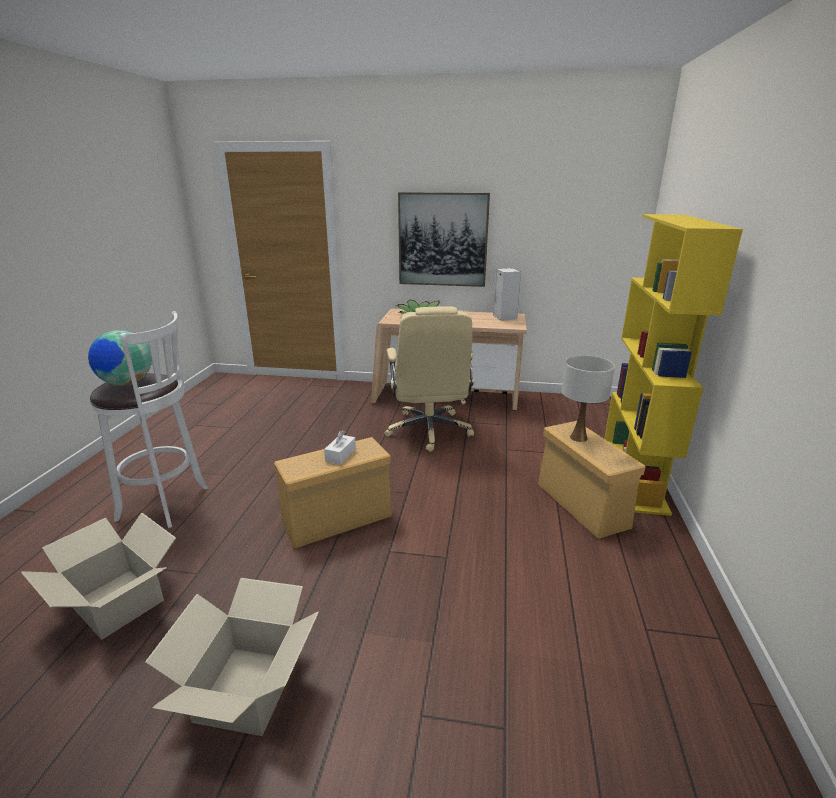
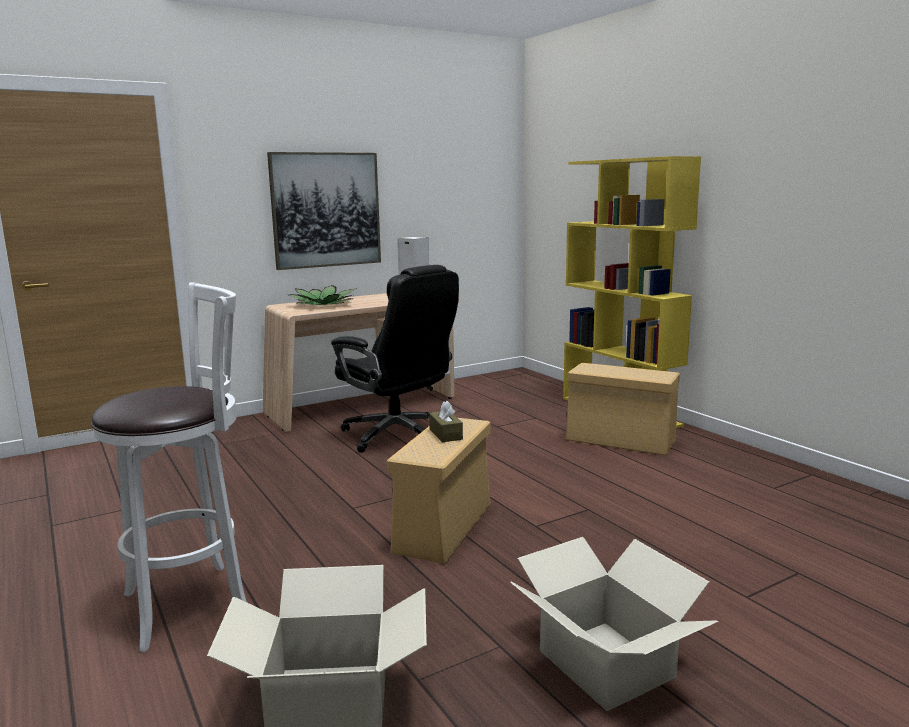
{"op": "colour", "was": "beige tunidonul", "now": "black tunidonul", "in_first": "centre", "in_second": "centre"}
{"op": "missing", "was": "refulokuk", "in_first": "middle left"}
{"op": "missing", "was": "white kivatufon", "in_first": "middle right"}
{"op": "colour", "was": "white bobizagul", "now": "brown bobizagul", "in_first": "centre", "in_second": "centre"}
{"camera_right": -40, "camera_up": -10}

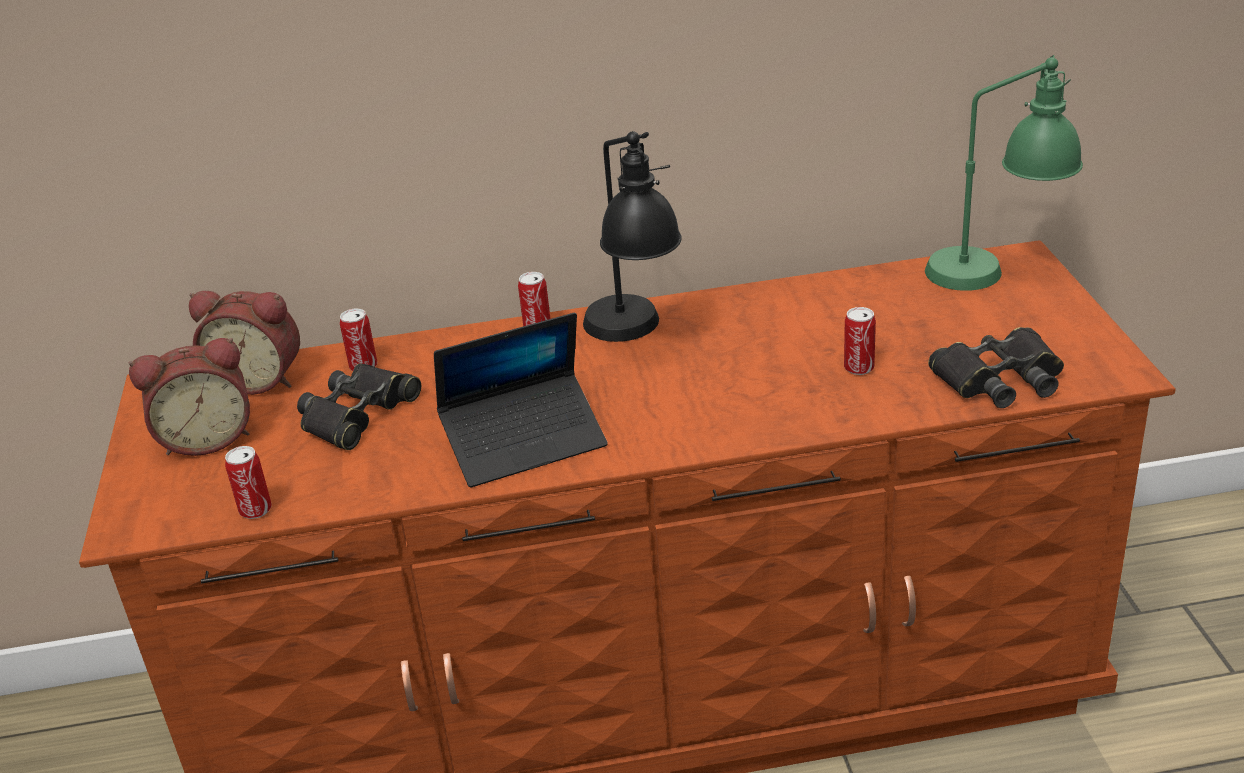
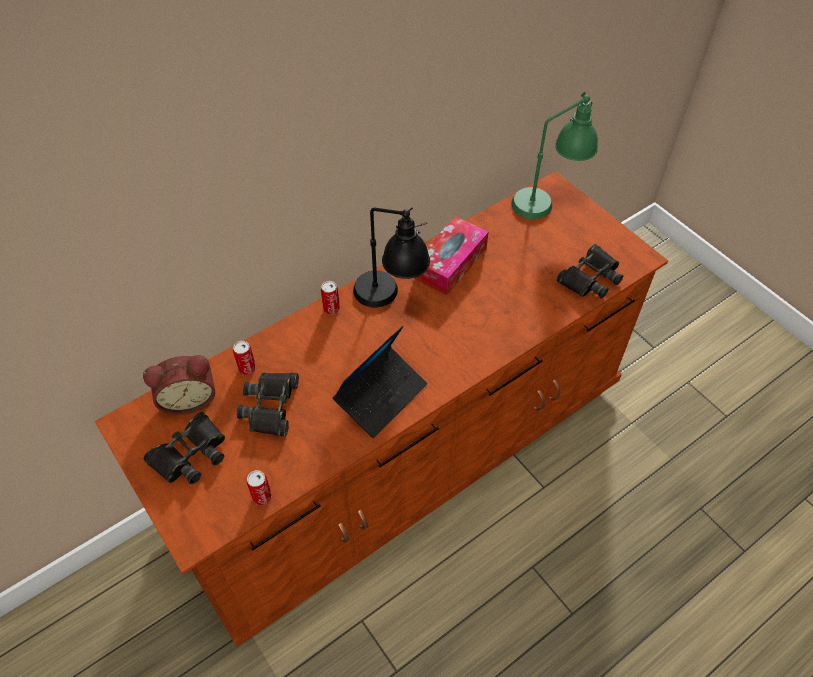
{"op": "missing", "was": "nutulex (no. 4 from left)", "in_first": "middle right"}
{"op": "exchanged", "was": "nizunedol (no. 1 from left)", "now": "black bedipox (no. 1 from left)", "in_first": "middle left", "in_second": "middle left"}
{"op": "appeared", "now": "bobizagul", "in_second": "centre"}
{"camera_right": -30, "camera_up": 20}

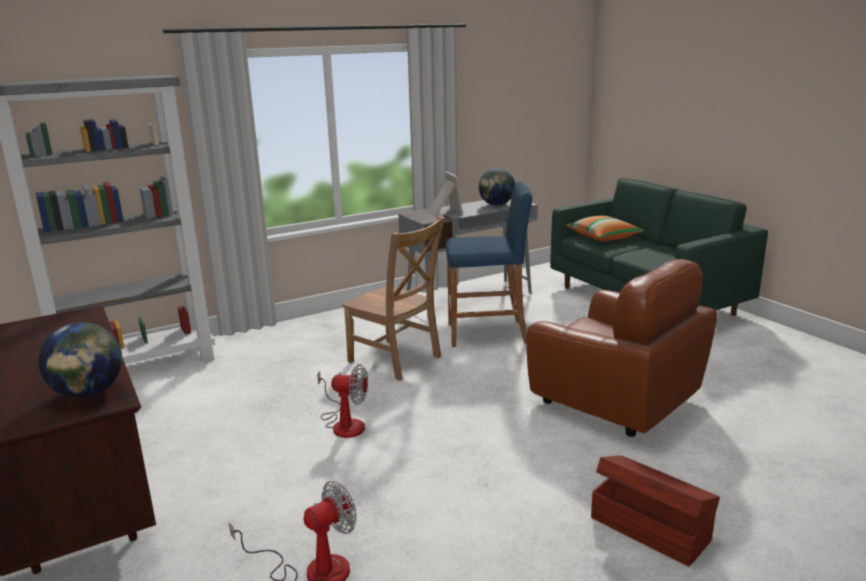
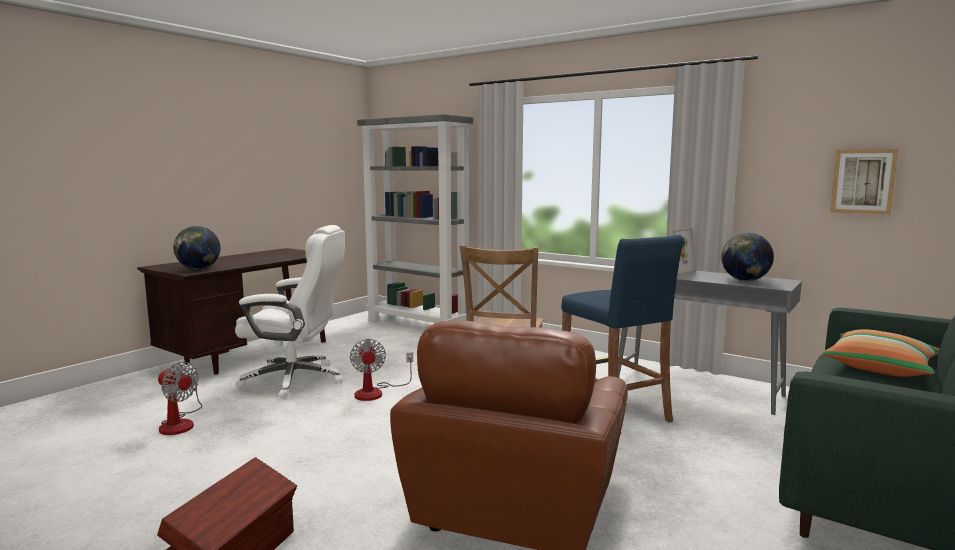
{"op": "appeared", "now": "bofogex", "in_second": "top right"}
{"op": "appeared", "now": "white tunidonul", "in_second": "middle left"}
{"camera_right": 65, "camera_up": -10}

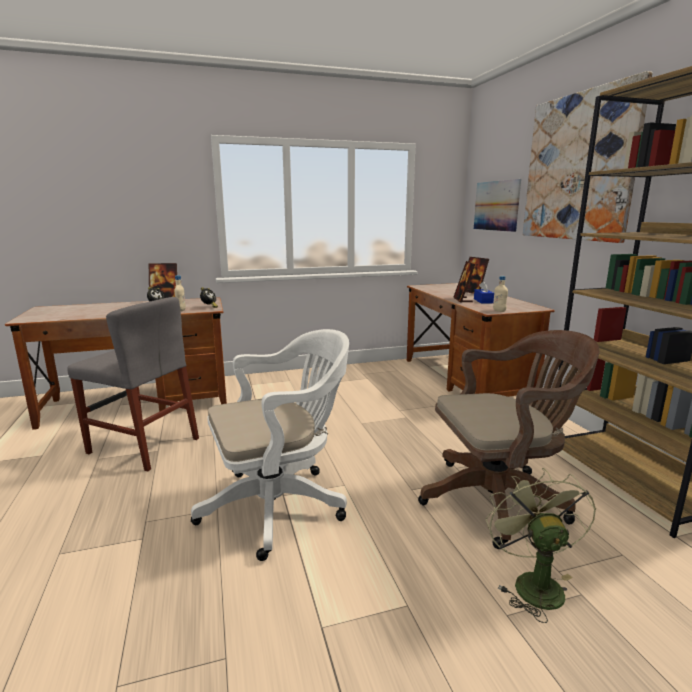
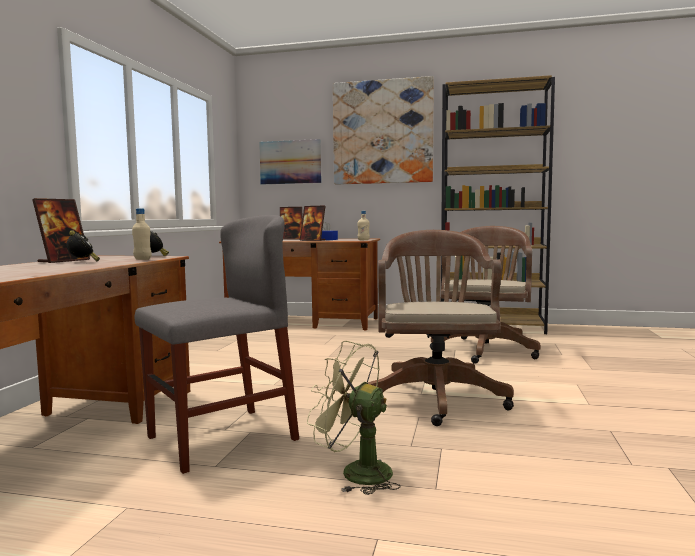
{"op": "colour", "was": "white tunidonul", "now": "brown tunidonul (no. 1 from left)", "in_first": "centre", "in_second": "centre"}
{"op": "relocated", "was": "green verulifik", "in_first": "bottom right", "in_second": "bottom centre"}
{"camera_right": -60, "camera_up": -10}

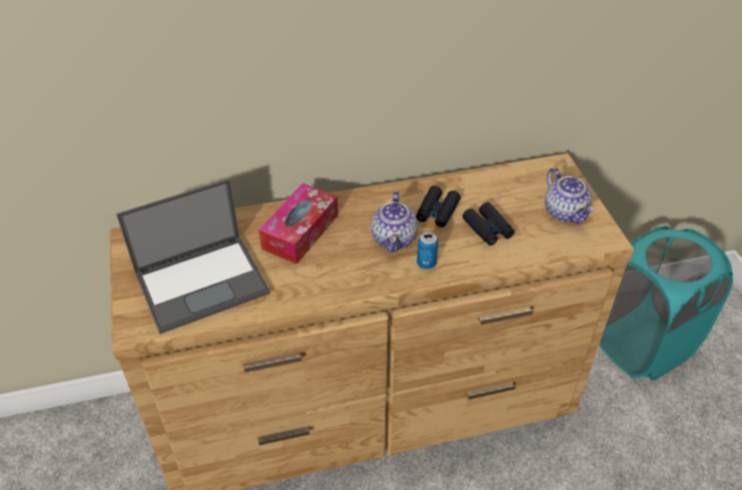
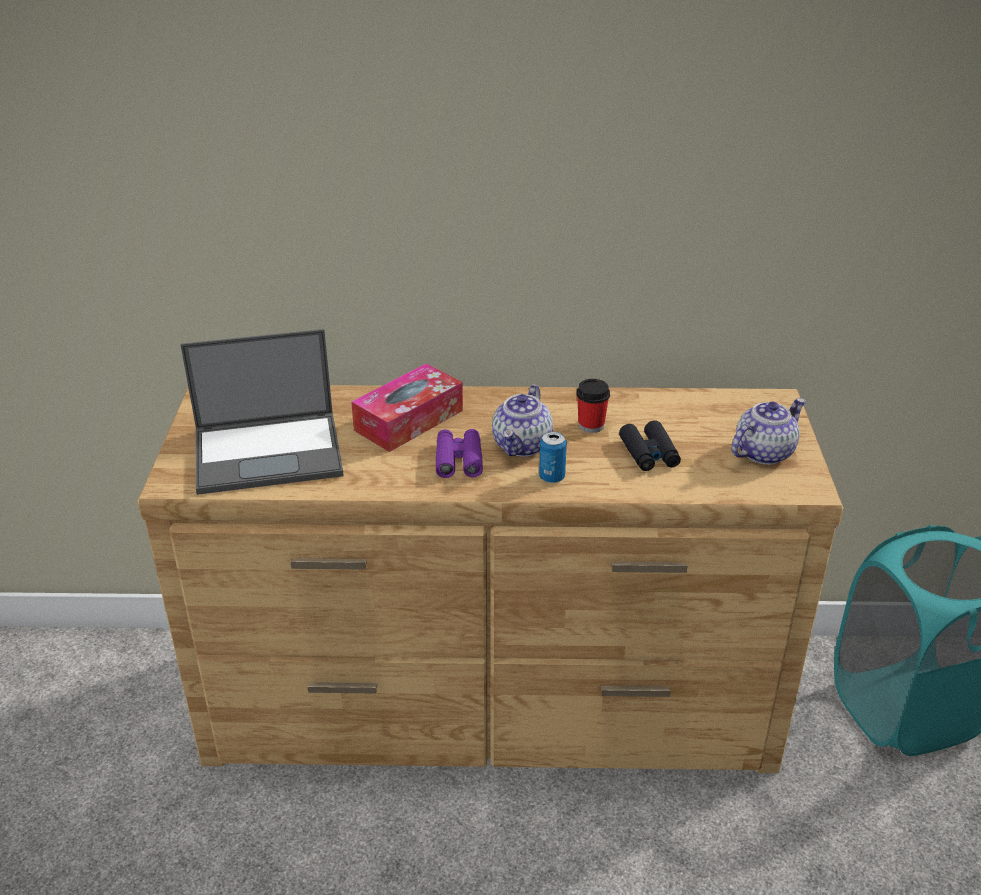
{"op": "spun", "was": "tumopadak (no. 2 from left)", "in_first": "middle right", "in_second": "middle right", "clockwise": -120}
{"op": "exchanged", "was": "black bedipox (no. 1 from left)", "now": "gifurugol", "in_first": "centre", "in_second": "centre"}
{"op": "appeared", "now": "purple bedipox", "in_second": "centre"}
{"camera_right": 15, "camera_up": -10}

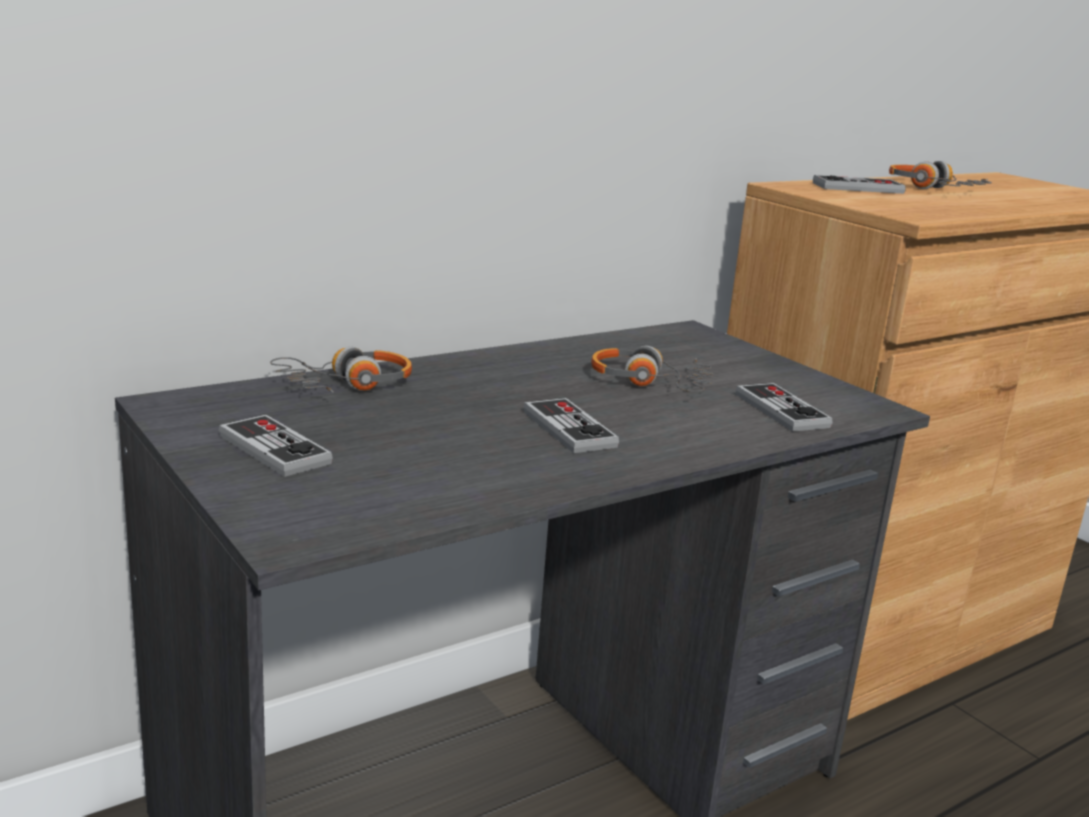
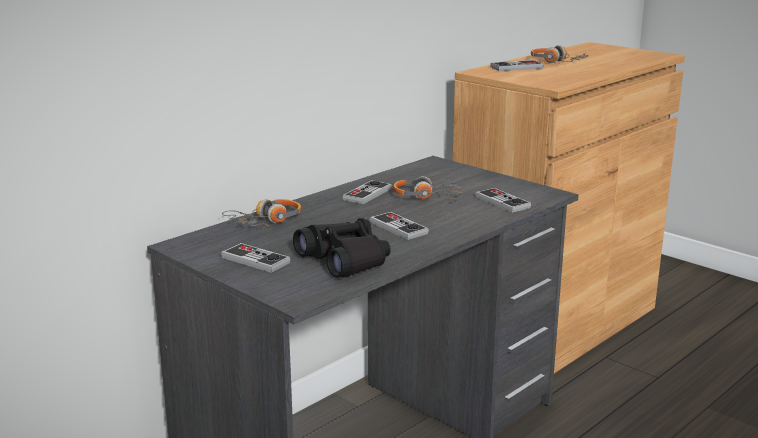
{"op": "appeared", "now": "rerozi (no. 2 from left)", "in_second": "centre"}
{"op": "appeared", "now": "black bedipox", "in_second": "centre"}
{"camera_right": -10, "camera_up": 0}

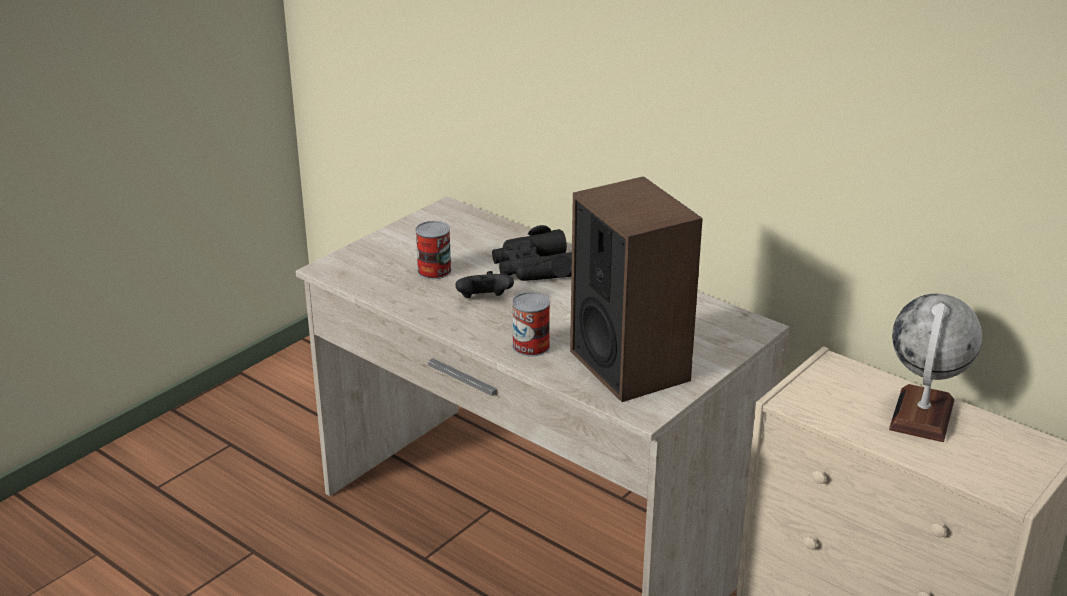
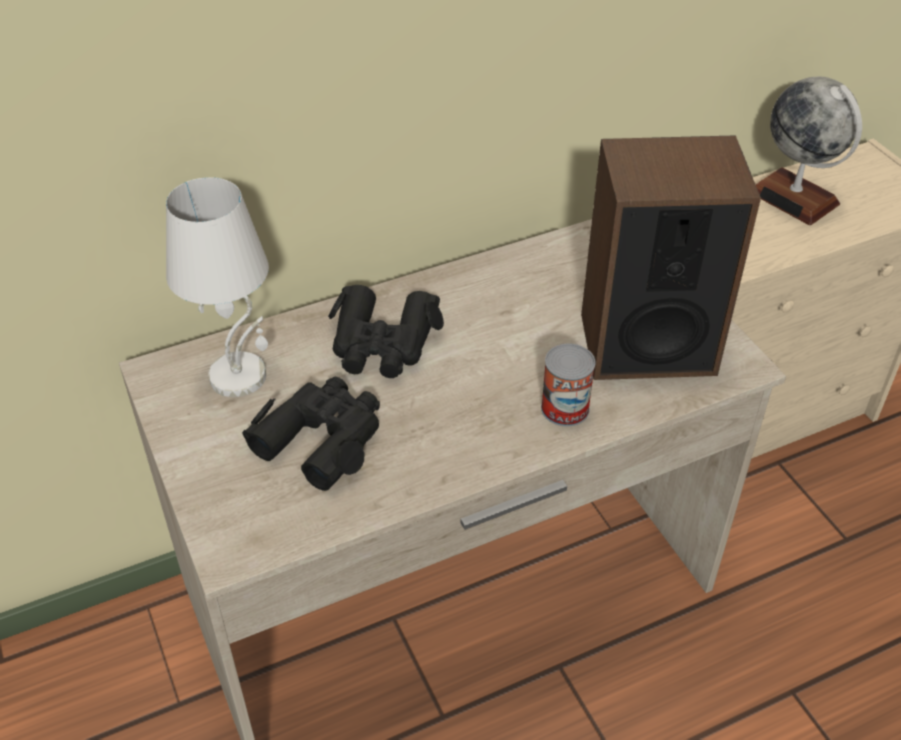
{"op": "exchanged", "was": "nutulex (no. 1 from left)", "now": "black bedipox (no. 1 from left)", "in_first": "centre", "in_second": "centre"}
{"op": "missing", "was": "black rerozi", "in_first": "centre"}
{"op": "appeared", "now": "white kivatufon", "in_second": "middle left"}
{"camera_right": -65, "camera_up": 15}

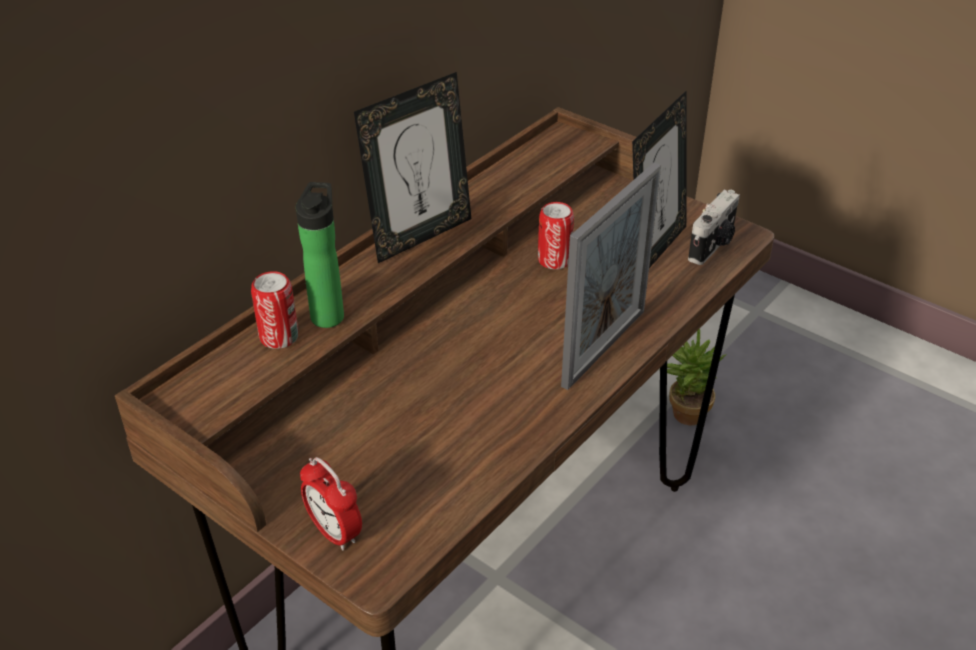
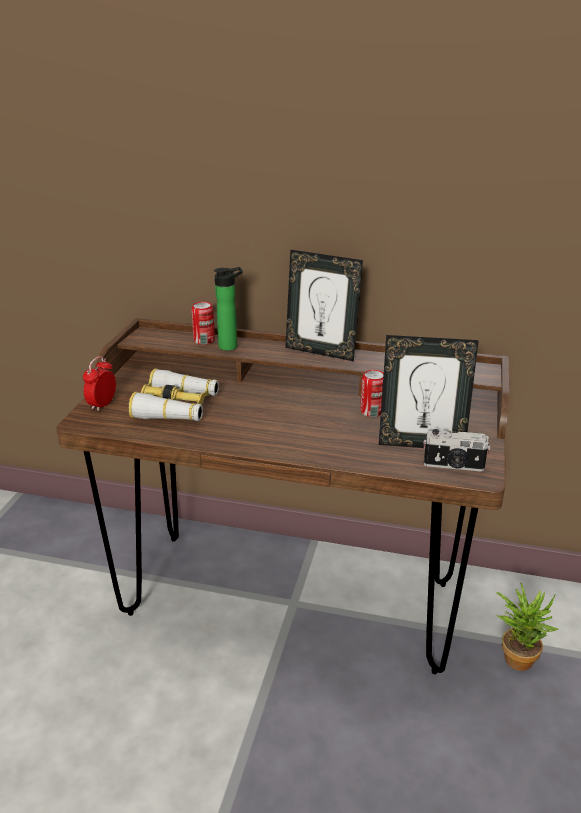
{"op": "missing", "was": "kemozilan (no. 2 from left)", "in_first": "centre"}
{"op": "appeared", "now": "bedipox", "in_second": "middle left"}
{"camera_right": 65, "camera_up": -10}

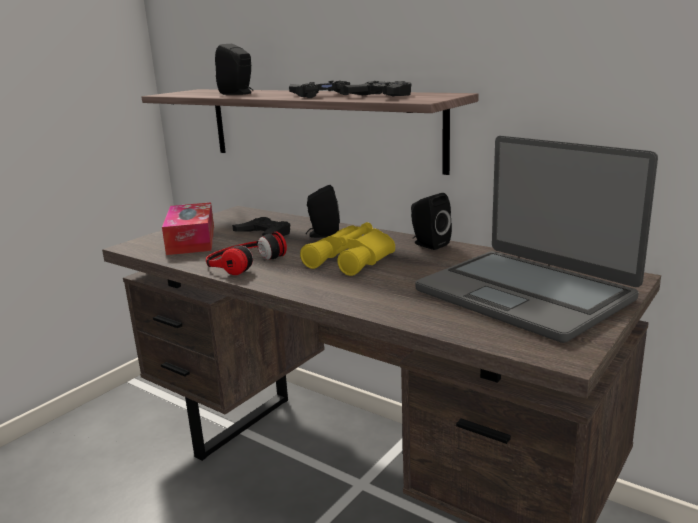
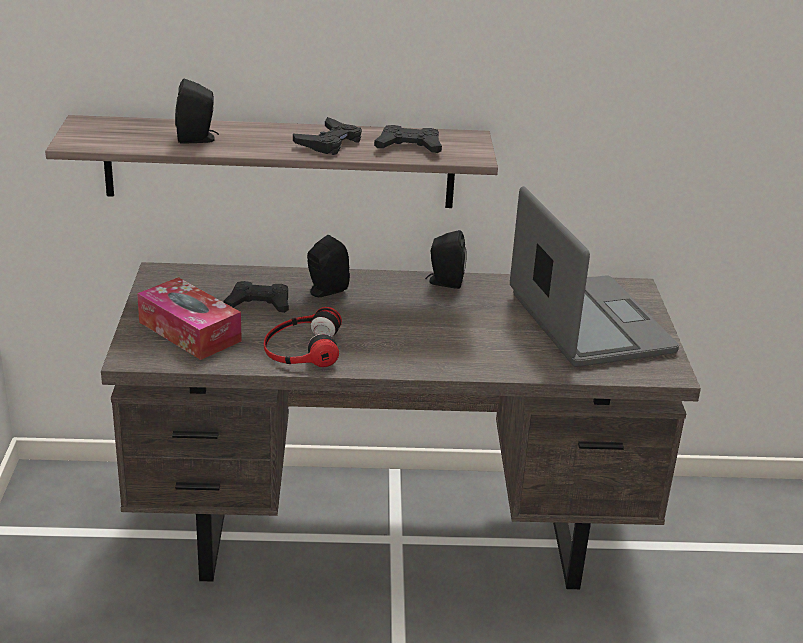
{"op": "spun", "was": "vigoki", "in_first": "middle right", "in_second": "middle right", "clockwise": -120}
{"op": "missing", "was": "yellow bedipox", "in_first": "centre"}
{"camera_right": -40, "camera_up": 10}

